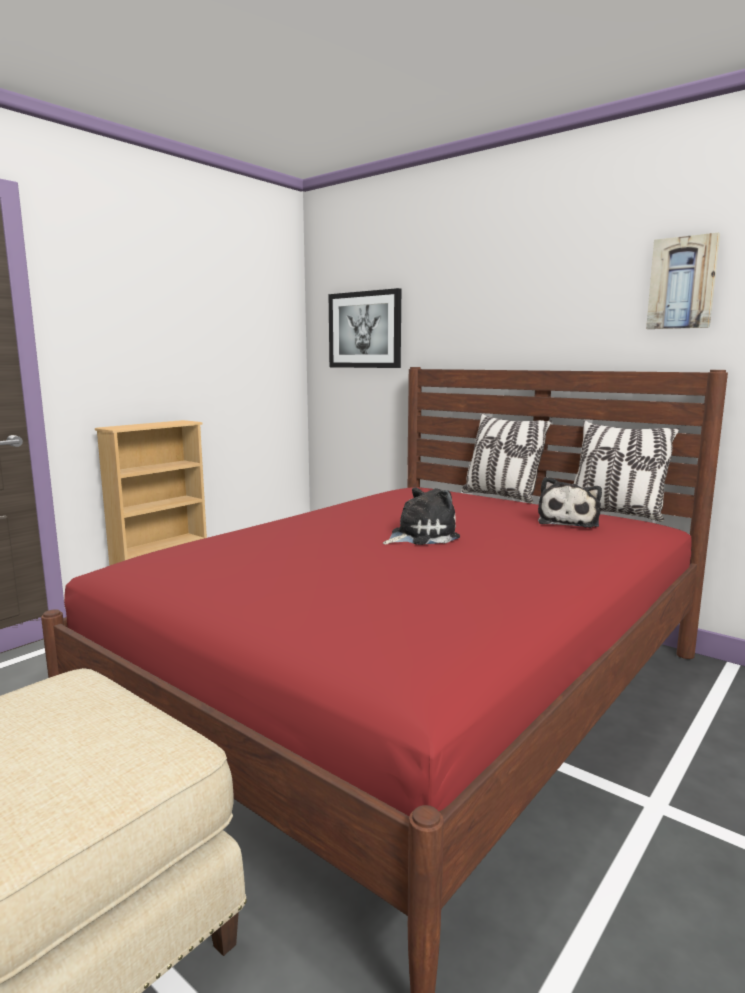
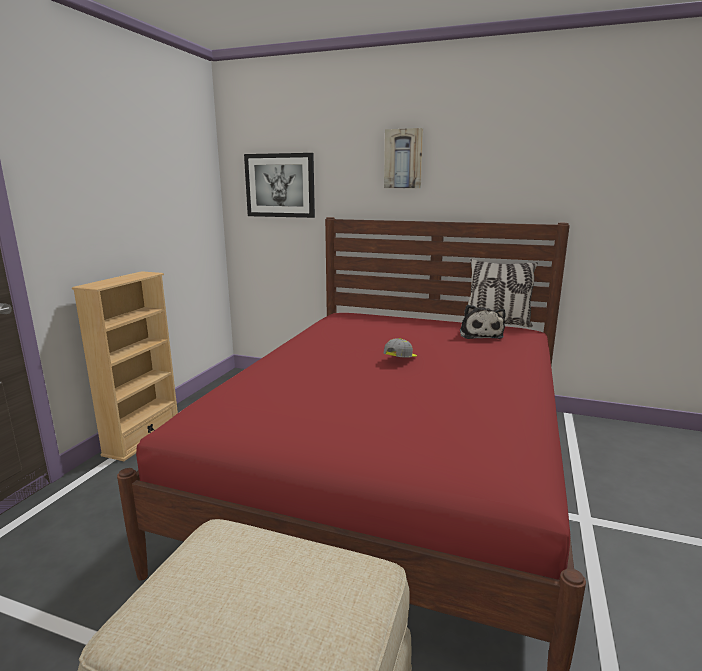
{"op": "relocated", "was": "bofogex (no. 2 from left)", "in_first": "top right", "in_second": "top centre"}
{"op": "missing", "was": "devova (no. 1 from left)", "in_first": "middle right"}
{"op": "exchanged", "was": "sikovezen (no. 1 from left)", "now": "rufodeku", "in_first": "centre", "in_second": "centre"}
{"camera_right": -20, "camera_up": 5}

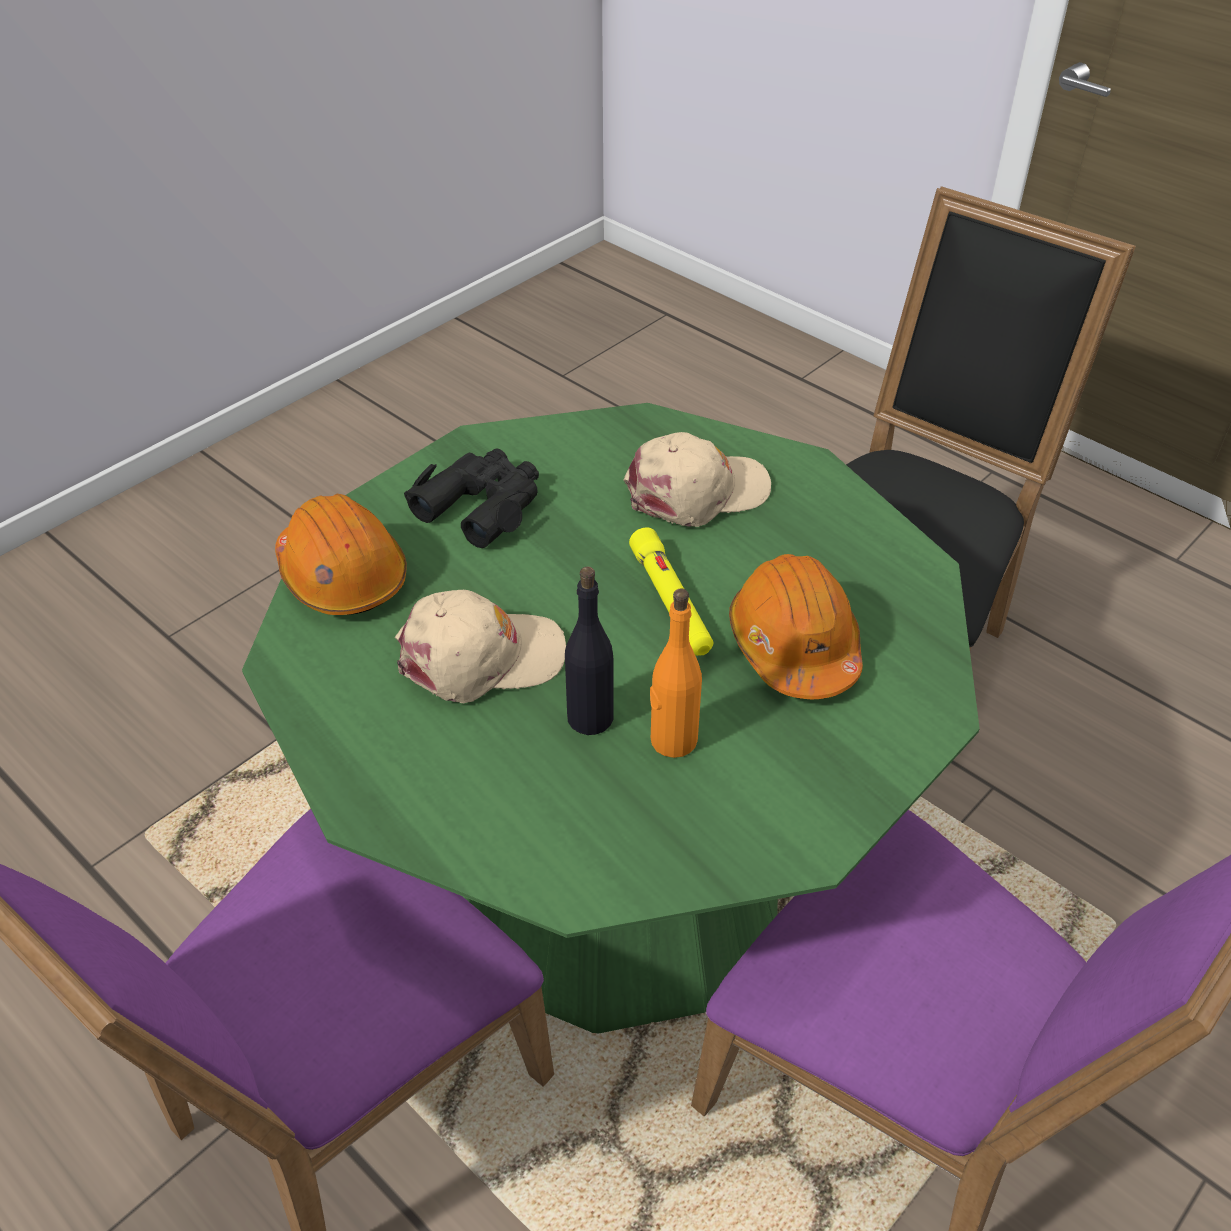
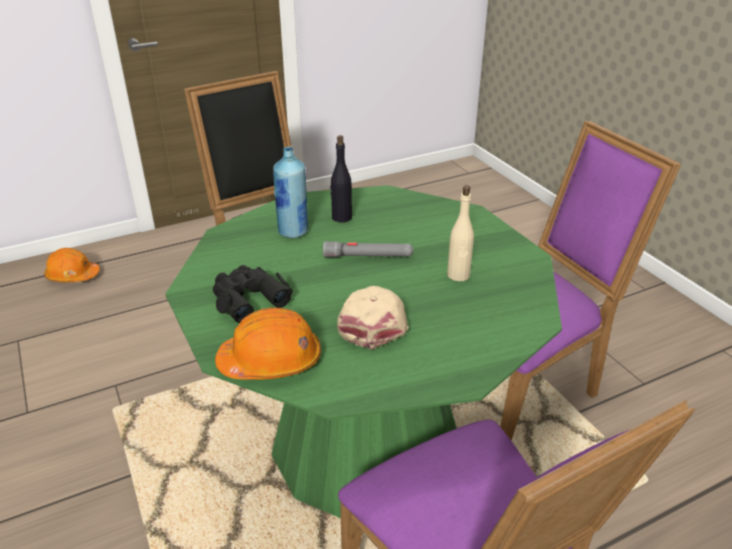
{"op": "exchanged", "was": "beige rufodeku (no. 2 from left)", "now": "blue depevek", "in_first": "centre", "in_second": "centre"}
{"op": "colour", "was": "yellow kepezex", "now": "grey kepezex", "in_first": "centre", "in_second": "centre"}
{"op": "relocated", "was": "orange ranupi (no. 2 from left in the first image)", "now": "orange ranupi (no. 1 from left)", "in_first": "centre", "in_second": "middle left"}
{"op": "relocated", "was": "black depevek", "in_first": "centre", "in_second": "top centre"}
{"op": "colour", "was": "orange depevek", "now": "beige depevek", "in_first": "centre", "in_second": "centre"}
{"camera_right": -70, "camera_up": -10}

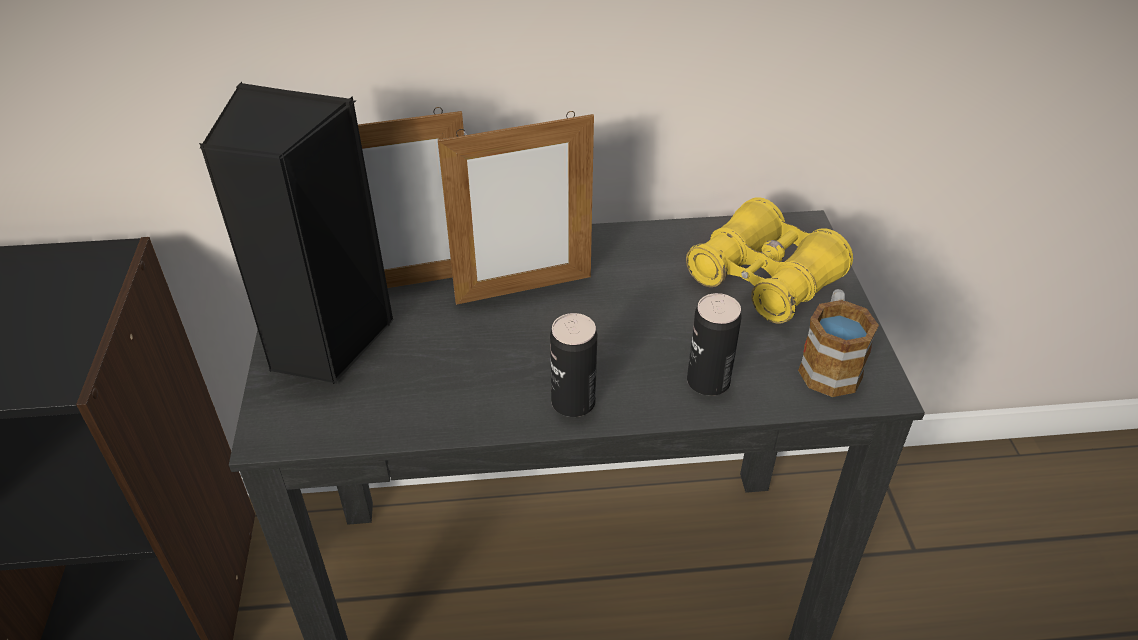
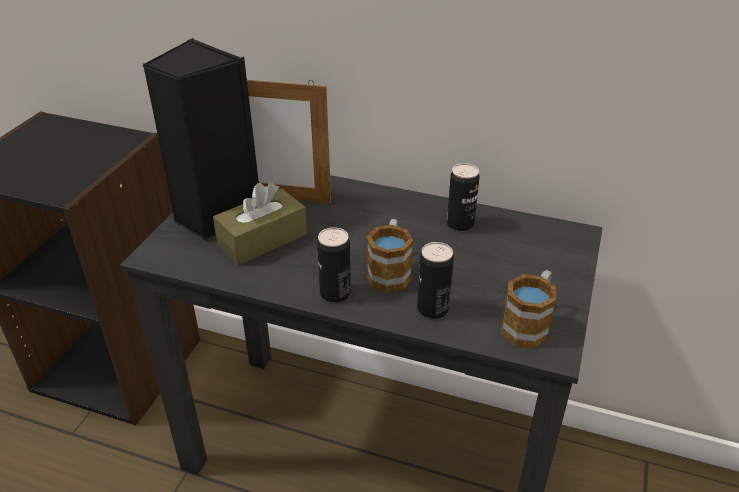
{"op": "missing", "was": "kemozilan (no. 2 from left)", "in_first": "top centre"}
{"op": "missing", "was": "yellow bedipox", "in_first": "middle right"}
{"op": "appeared", "now": "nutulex (no. 3 from left)", "in_second": "centre"}
{"op": "appeared", "now": "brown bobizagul", "in_second": "centre"}
{"op": "appeared", "now": "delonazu (no. 1 from left)", "in_second": "centre"}
{"camera_right": 25, "camera_up": -5}

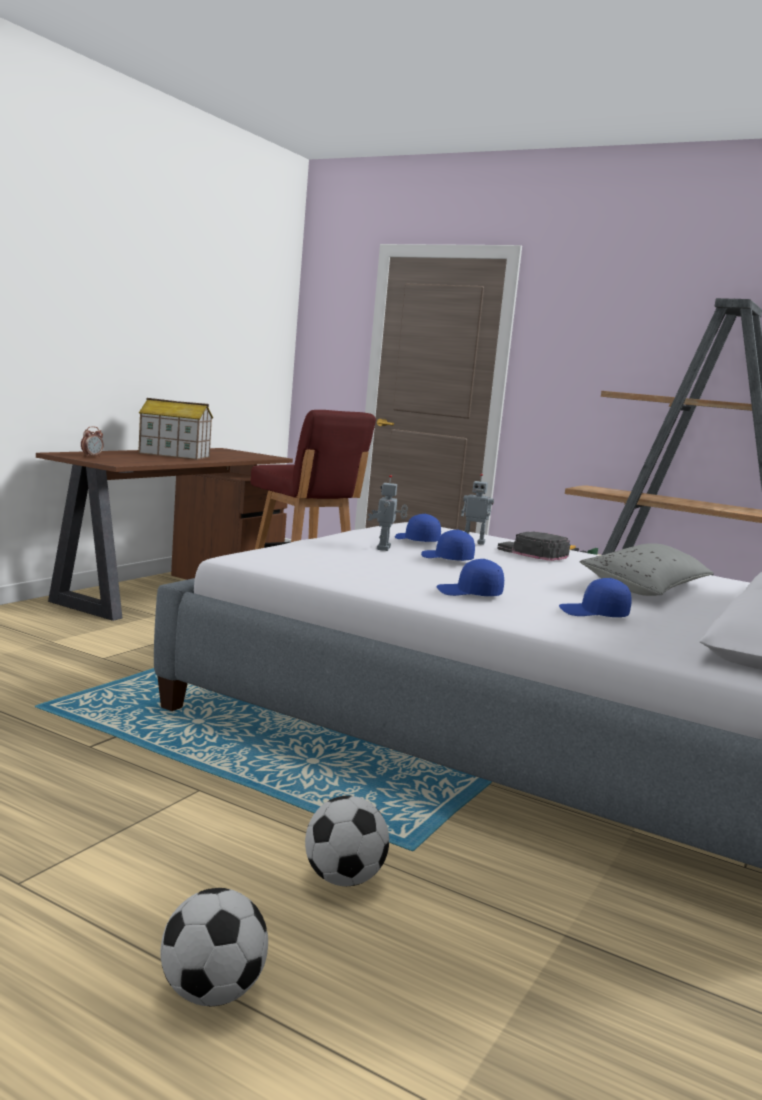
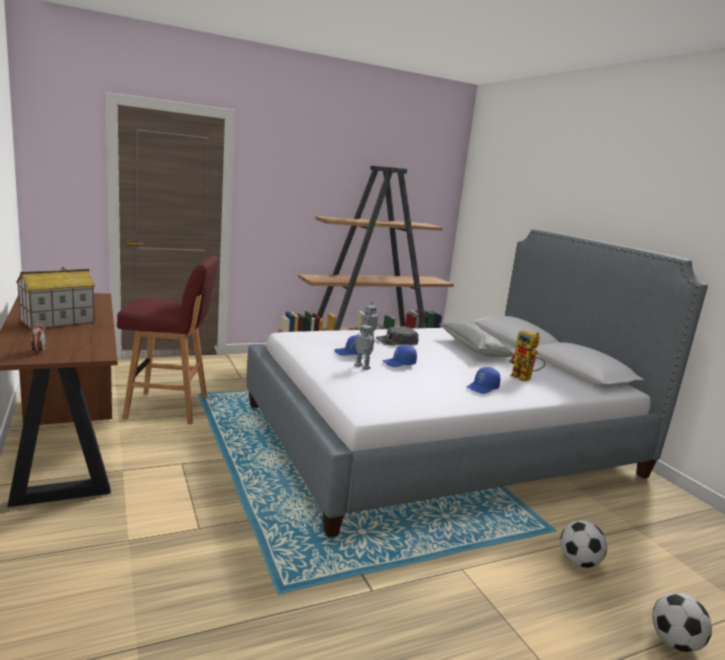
{"op": "exchanged", "was": "blue rufodeku (no. 4 from left)", "now": "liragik (no. 3 from left)", "in_first": "middle right", "in_second": "middle right"}
{"camera_right": -55, "camera_up": 5}

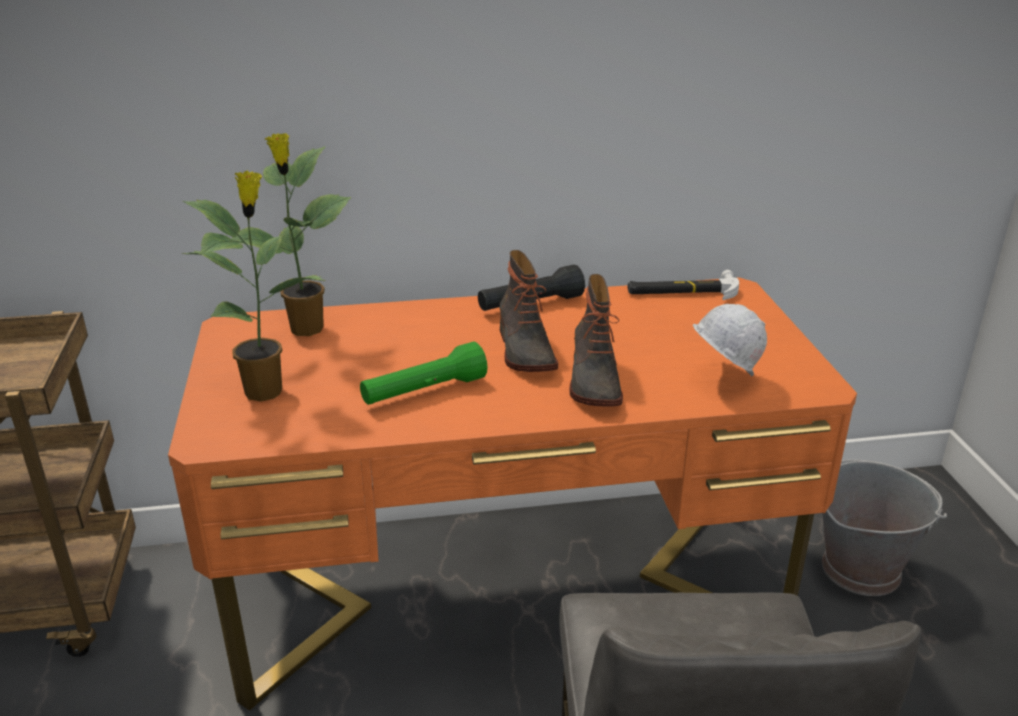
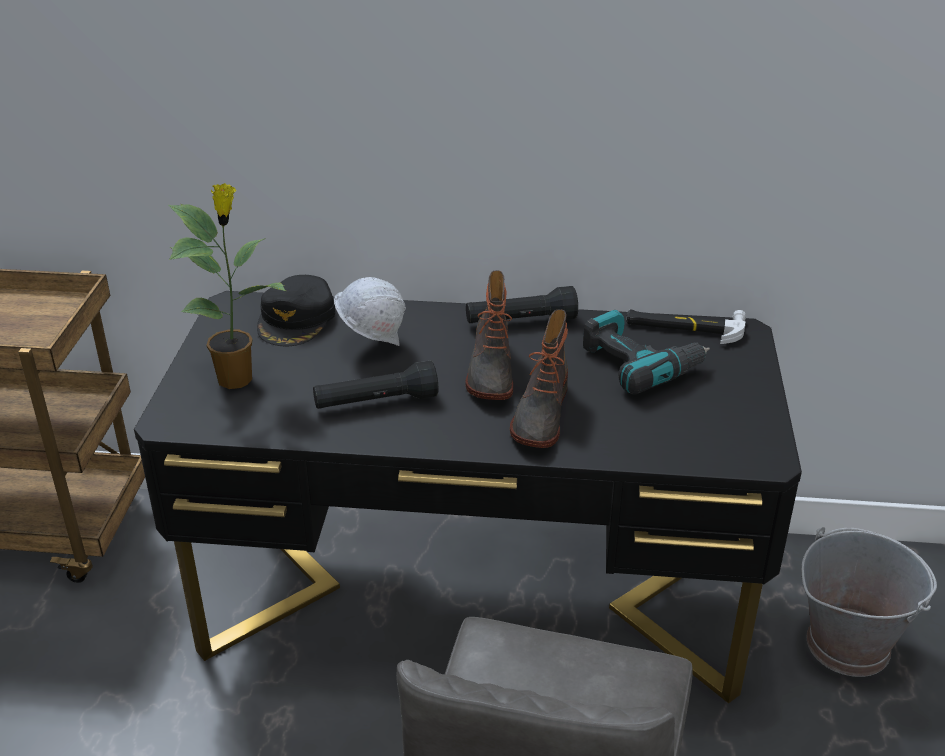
{"op": "exchanged", "was": "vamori (no. 2 from left)", "now": "black rufodeku", "in_first": "top left", "in_second": "middle left"}
{"op": "colour", "was": "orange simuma", "now": "black simuma", "in_first": "bottom centre", "in_second": "centre"}
{"op": "relocated", "was": "white ranupi", "in_first": "middle right", "in_second": "centre"}
{"op": "colour", "was": "green kepezex", "now": "black kepezex (no. 1 from left)", "in_first": "centre", "in_second": "centre"}
{"op": "appeared", "now": "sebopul", "in_second": "middle right"}
{"camera_right": 15, "camera_up": 5}

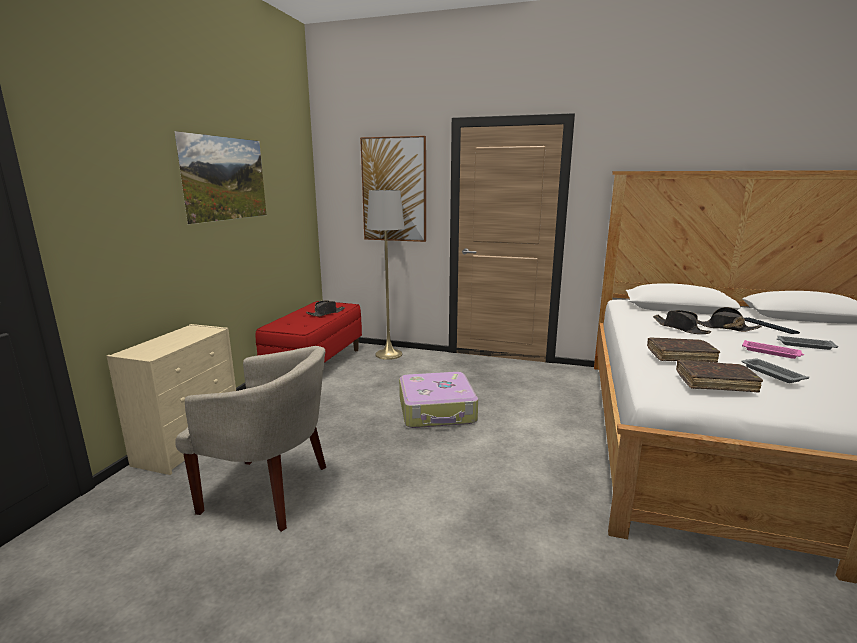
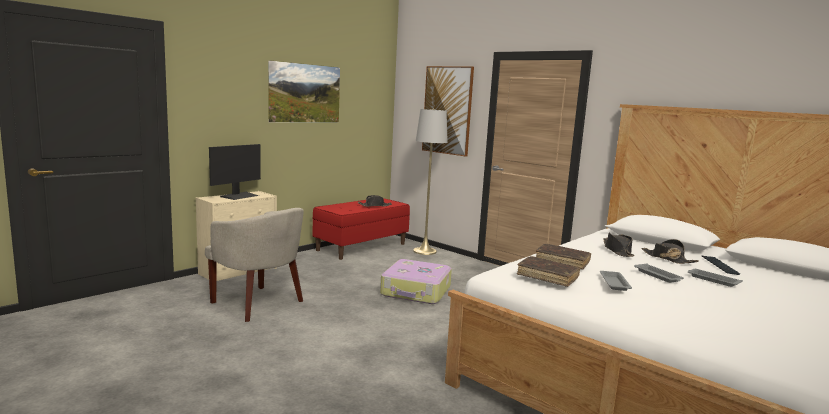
{"op": "colour", "was": "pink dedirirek", "now": "grey dedirirek (no. 2 from left)", "in_first": "middle right", "in_second": "middle right"}
{"op": "appeared", "now": "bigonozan", "in_second": "middle left"}
{"camera_right": 25, "camera_up": -5}

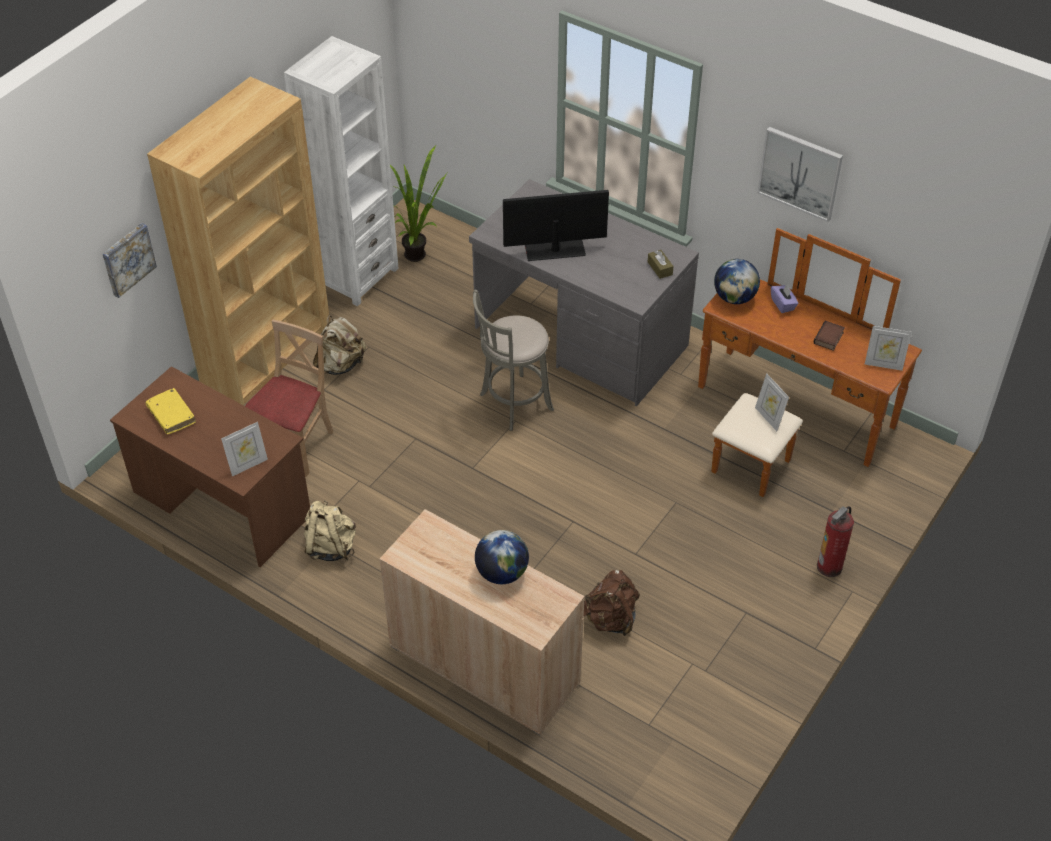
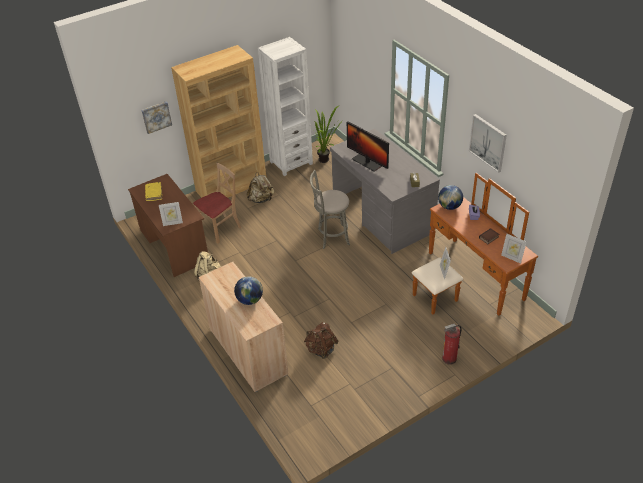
{"op": "spun", "was": "bigonozan", "in_first": "top centre", "in_second": "top centre", "clockwise": -150}
{"camera_right": 25, "camera_up": -5}

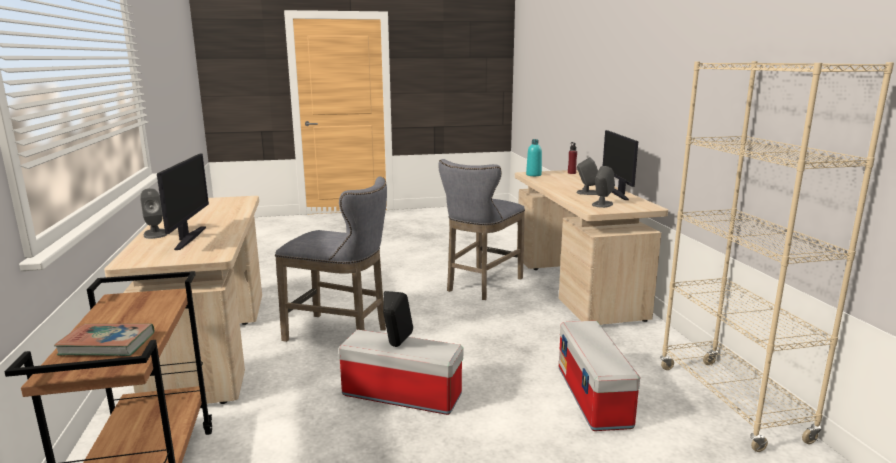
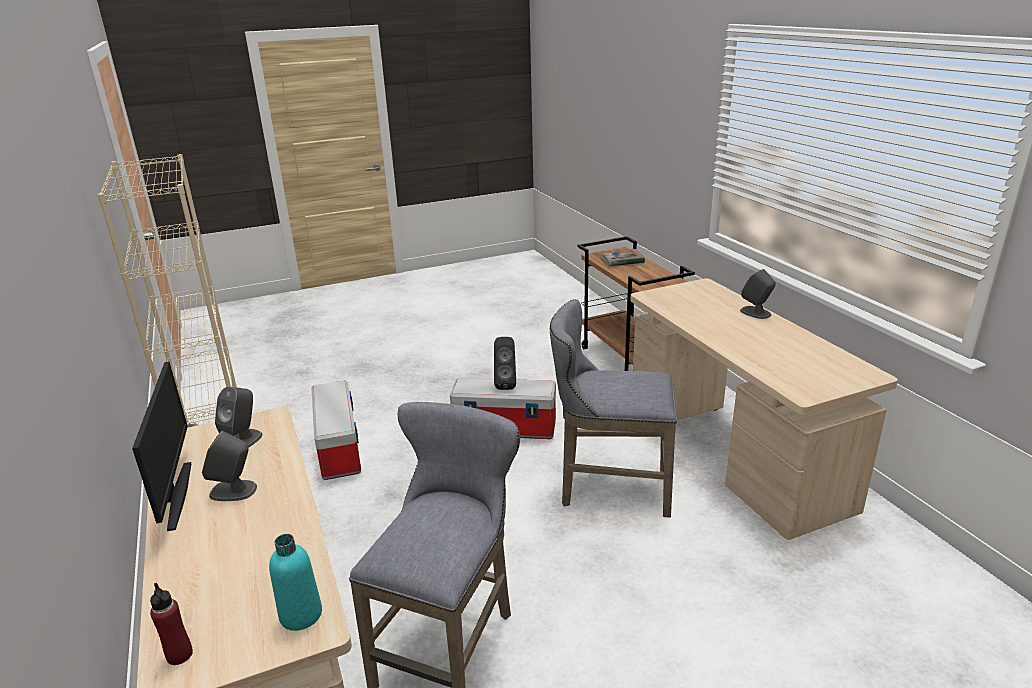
{"op": "missing", "was": "bigonozan (no. 1 from left)", "in_first": "middle left"}
{"camera_right": 170, "camera_up": 10}

